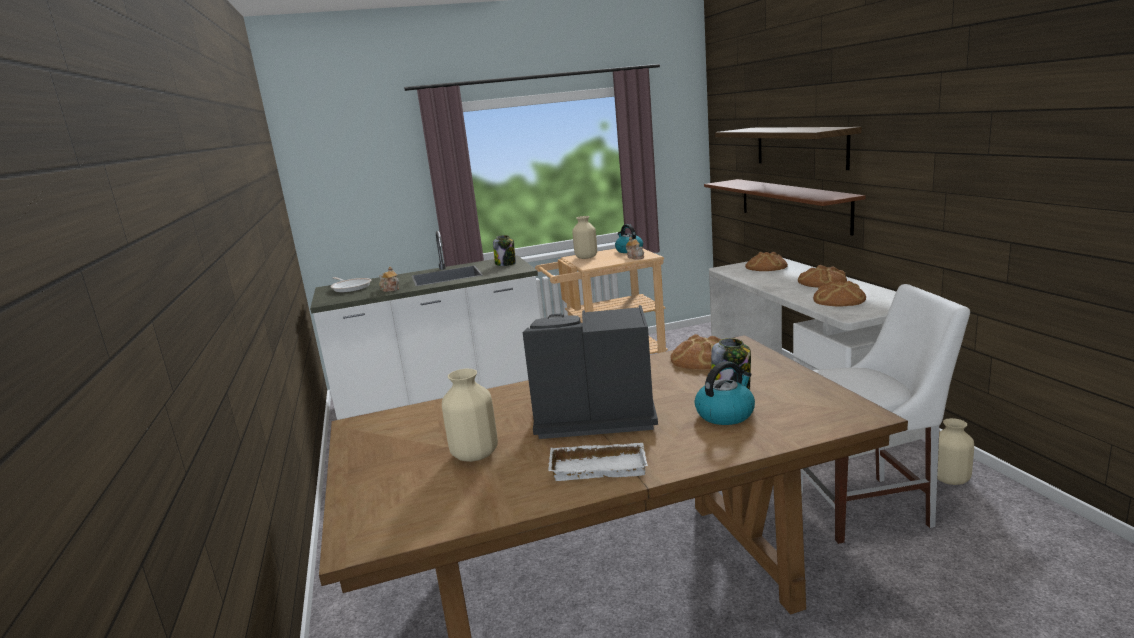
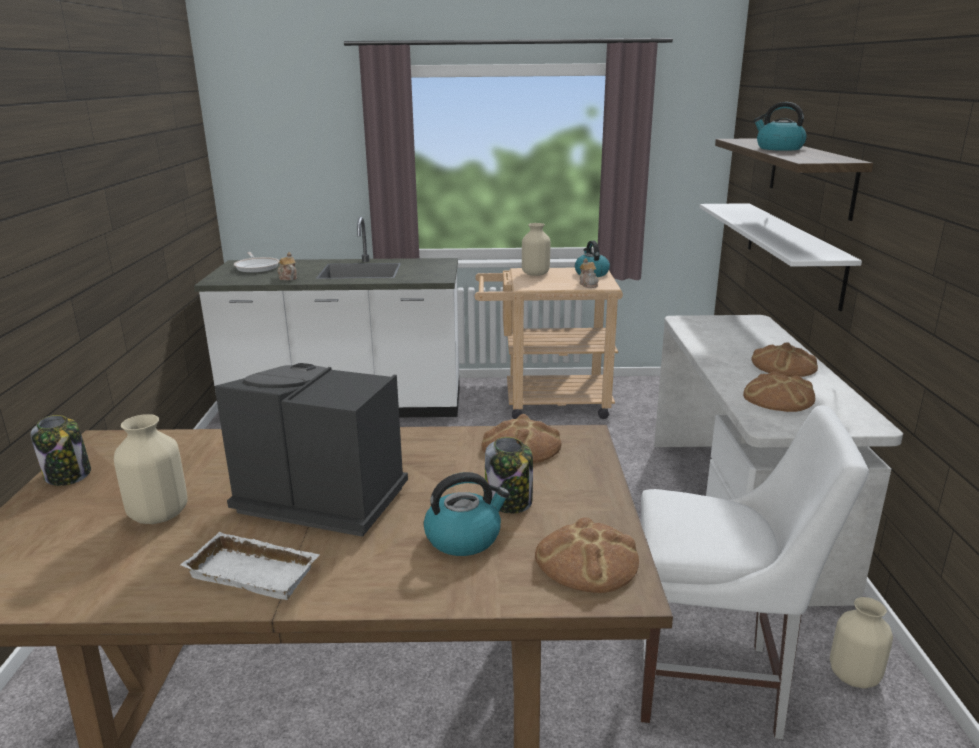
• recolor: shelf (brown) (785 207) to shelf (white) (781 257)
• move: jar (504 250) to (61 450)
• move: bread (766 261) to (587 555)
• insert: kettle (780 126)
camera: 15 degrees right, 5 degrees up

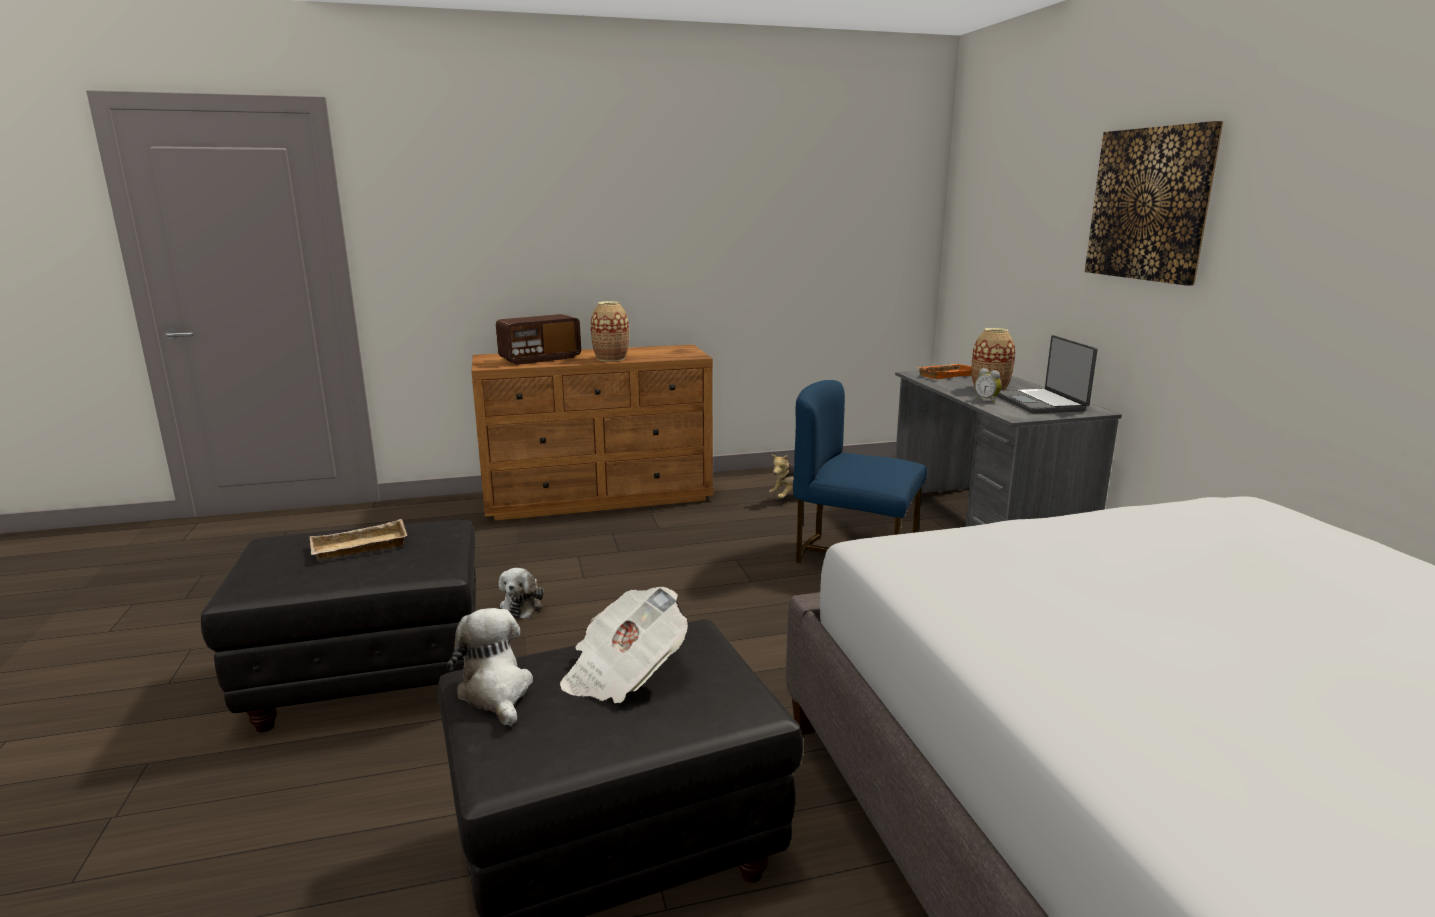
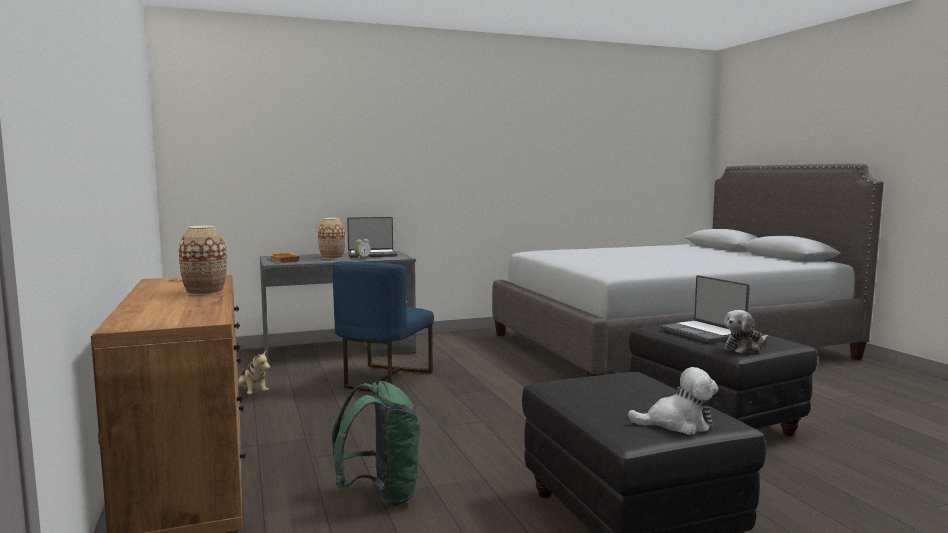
• delete: picture (1154 203)
• delete: radio (538 339)
• delete: tray (beige) (358 539)
• move: plush toy (521 593) to (673 401)
• replace: newspaper (624 645) to laptop (705 309)
• insert: backpack (green) (376 444)
camera: 95 degrees left, 10 degrees down

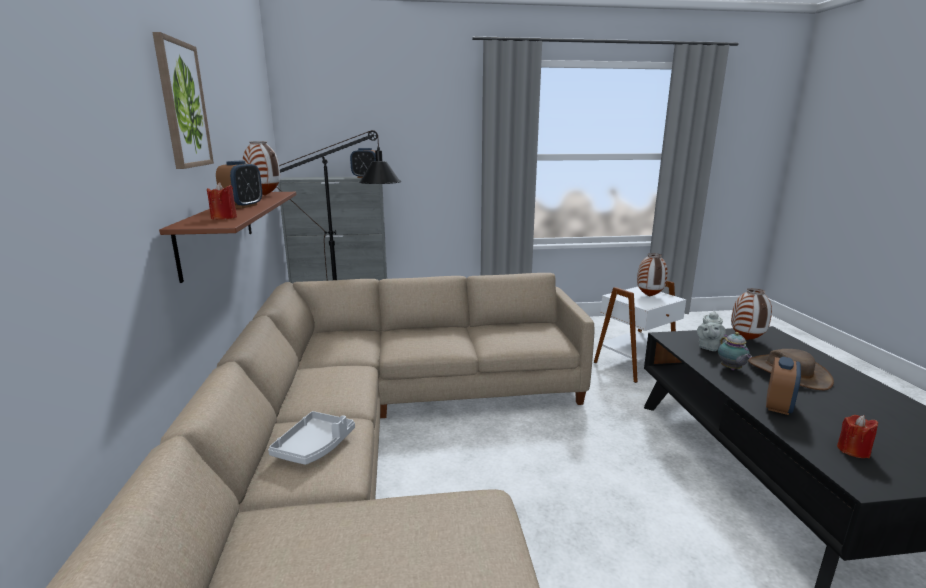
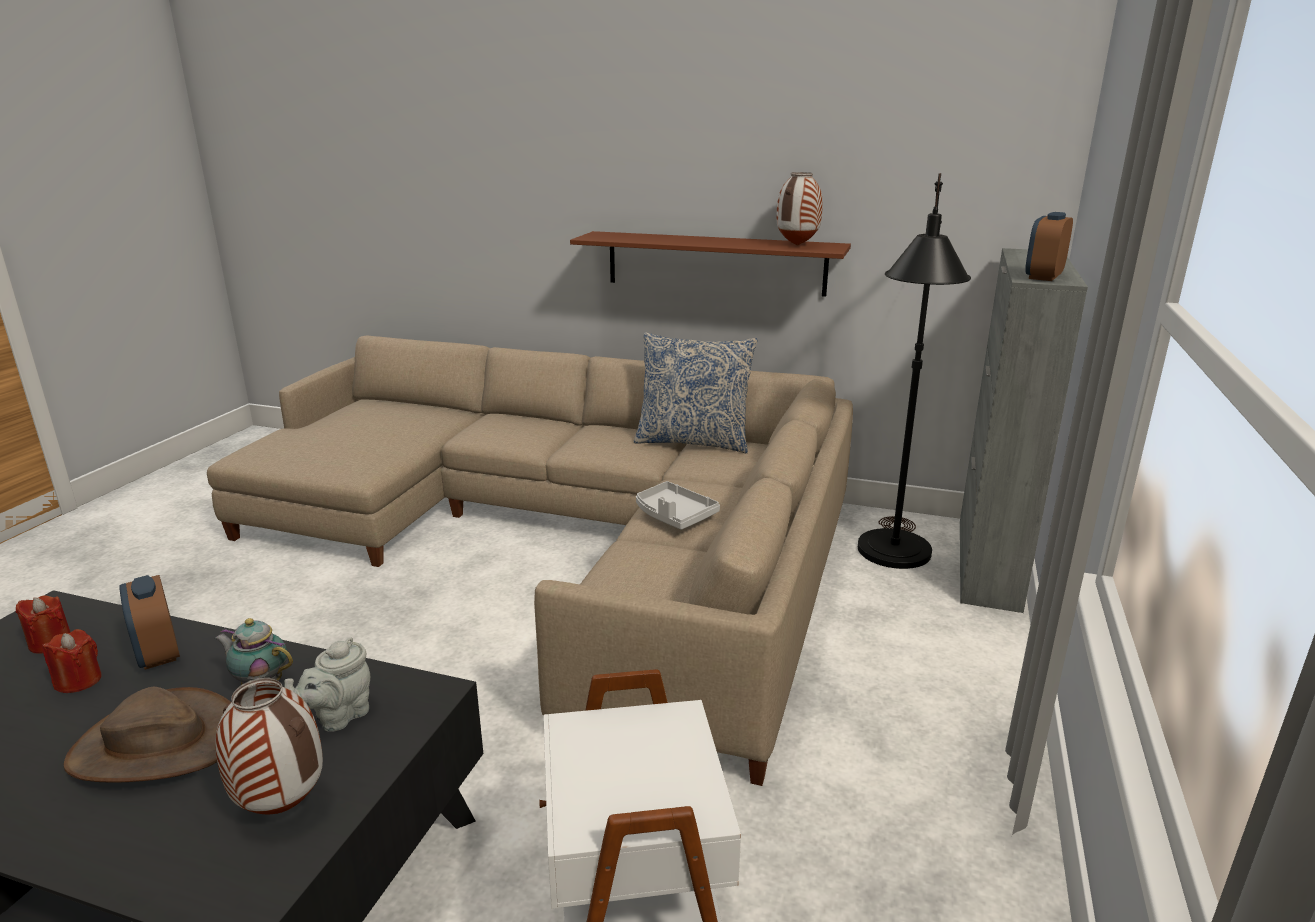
• delete: picture (183 100)
• delete: alarm clock (239 184)
• move: candle (red) (222 201) to (72 661)
• delete: vase (652 275)
• rotate: teapot (grey) (711 331) = (327 684) 105 degrees counterclockwise
• move: tray (grey) (311 438) to (678 505)
• insert: pillow (695 392)
camera: 115 degrees right, 5 degrees up

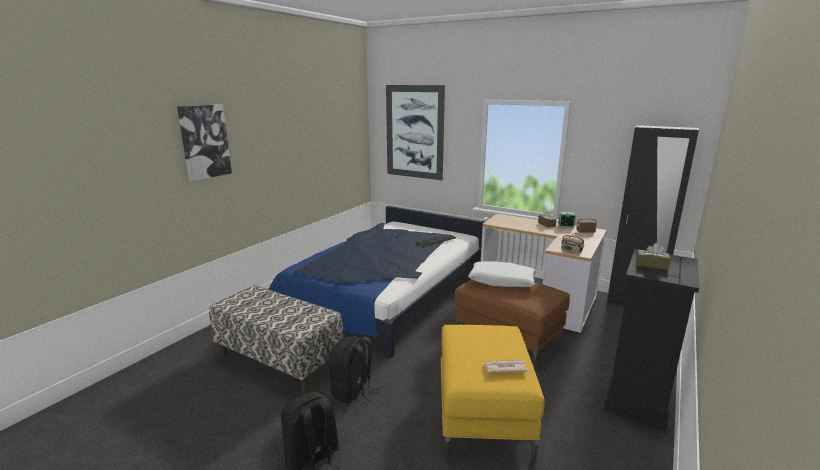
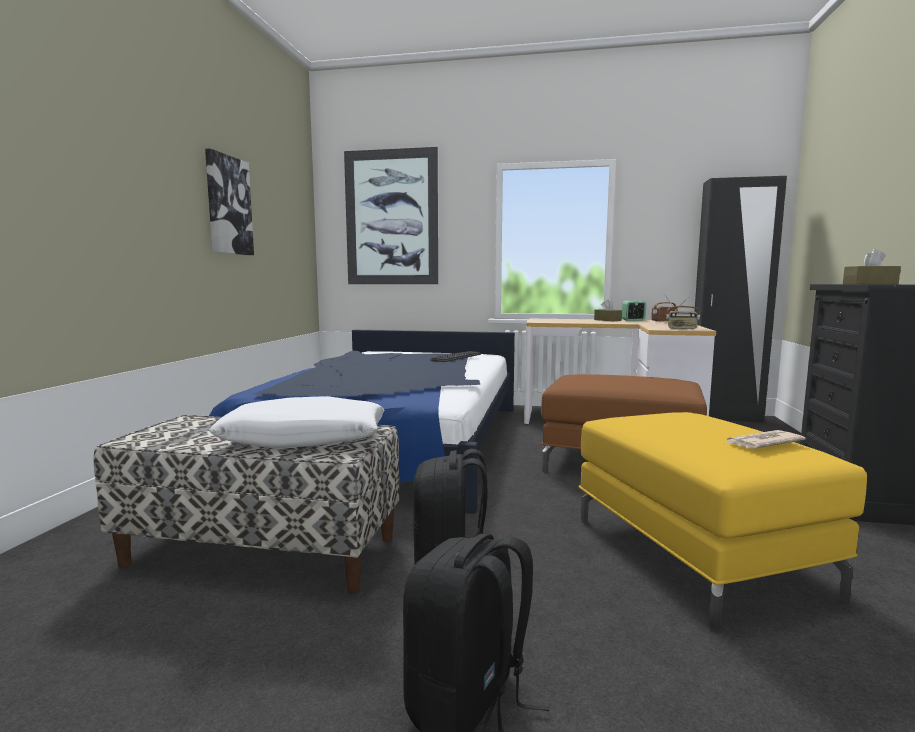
• move: picture (204 142) to (229 201)
• move: pillow (white) (502 274) to (296 422)
camera: 20 degrees left, 10 degrees down

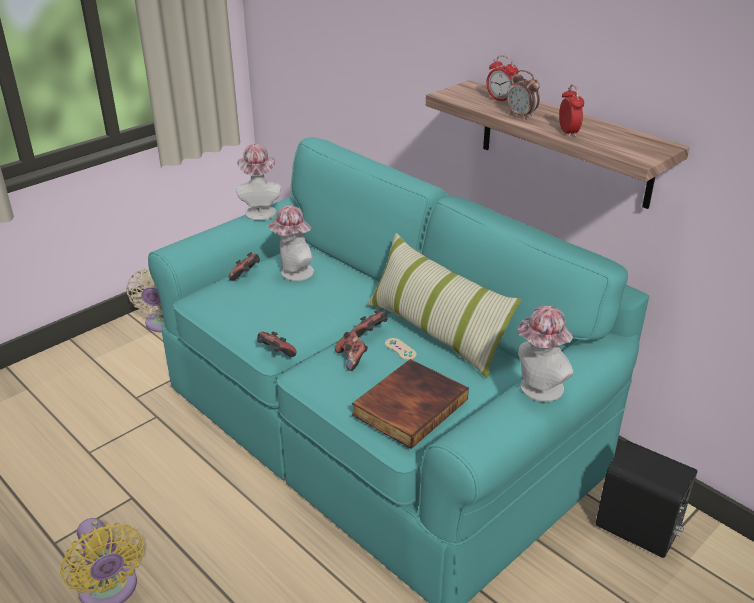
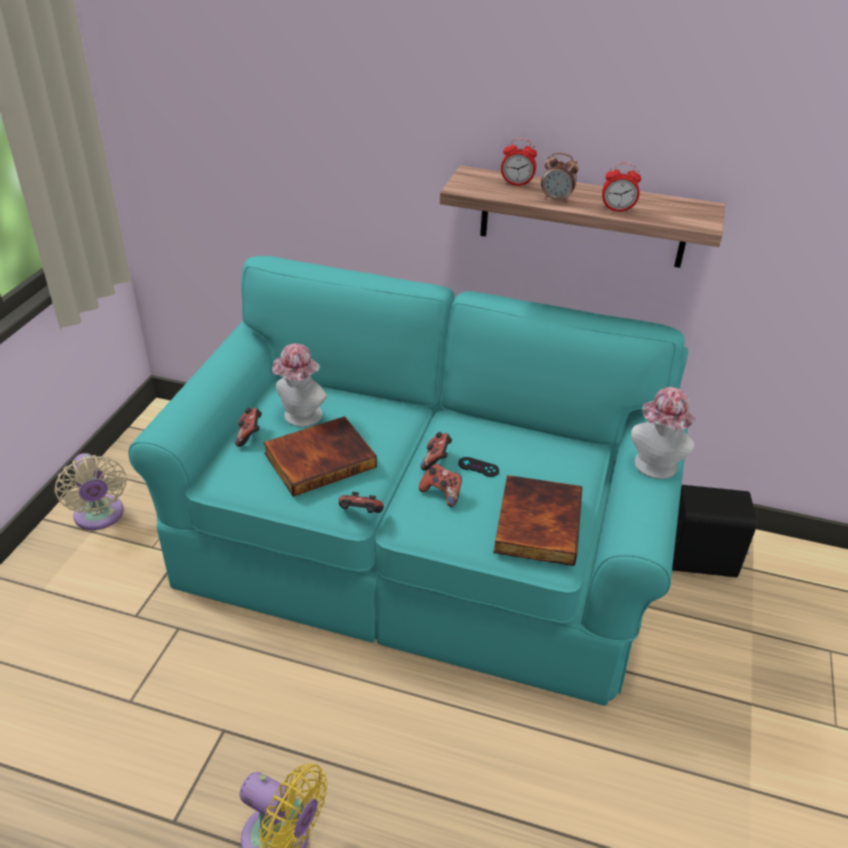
• rotate: alarm clock (571 111) = (621 188) 135 degrees clockwise
• delete: hat (258 182)
• delete: pillow (444 305)
• recolor: game controller (beige) (401 349) to game controller (black) (478 467)
• insert: book (320 456)
camera: 30 degrees left, 5 degrees up

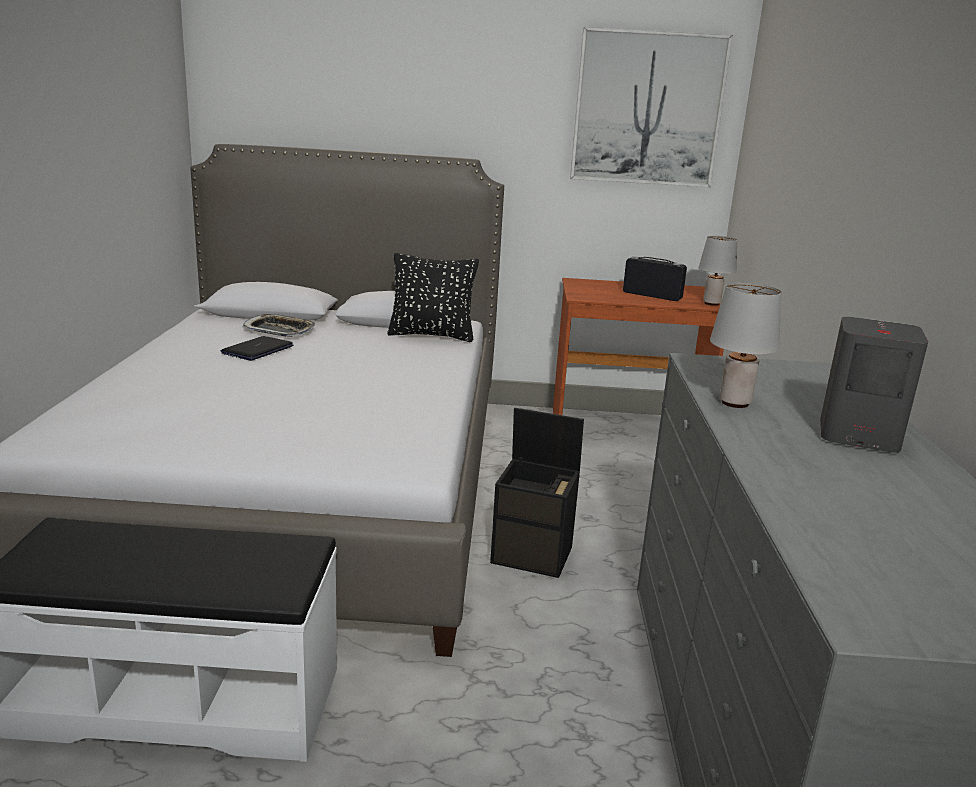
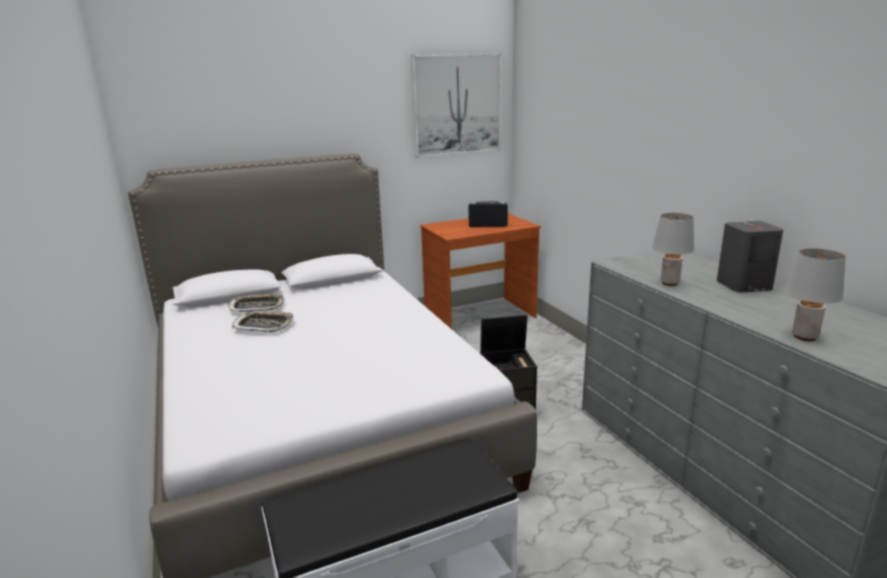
• move: table lamp (grey) (718 271) to (815 294)
• delete: pillow (black) (433 297)
• replace: laptop (257 348) to tray (263 321)
camera: 25 degrees left, 0 degrees up

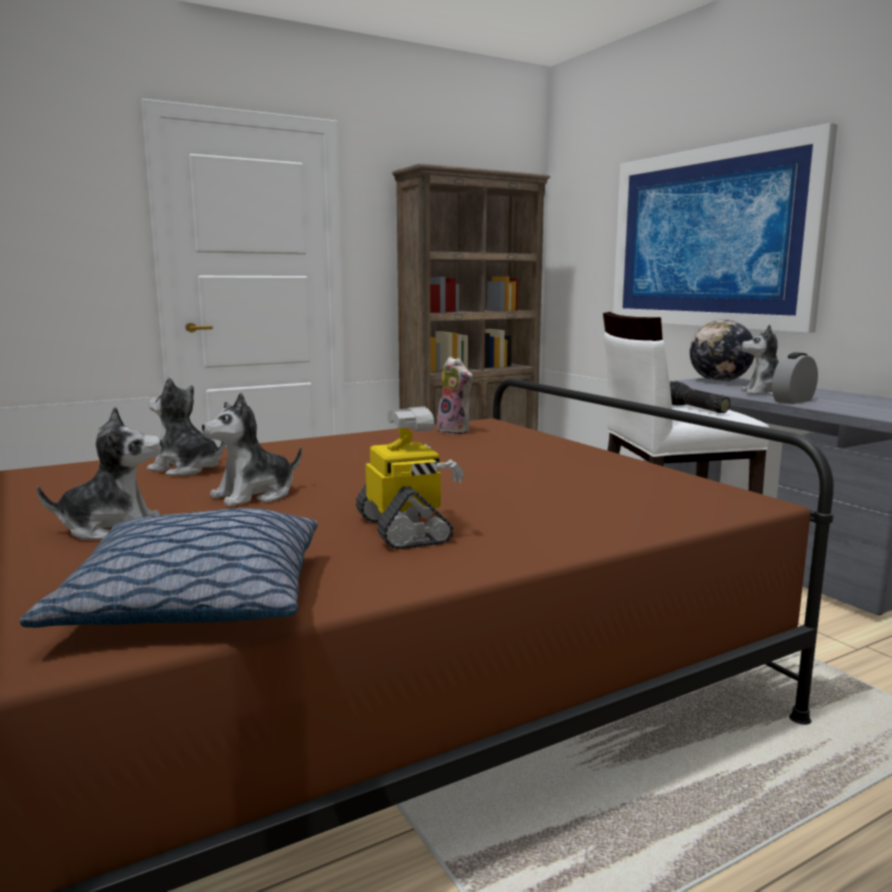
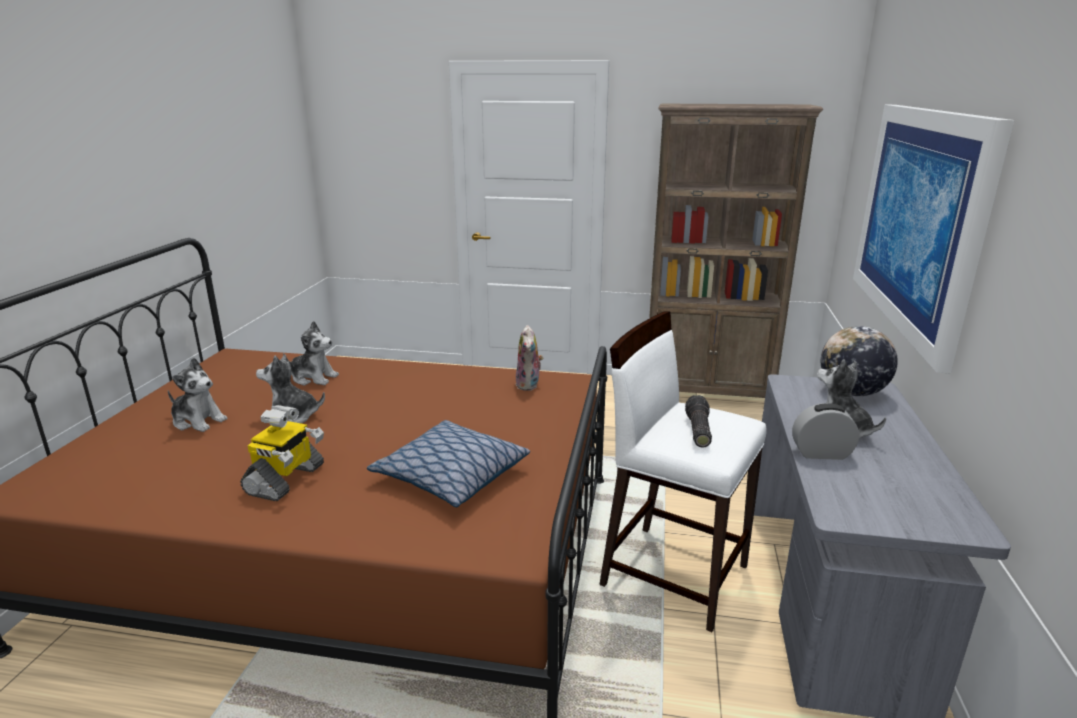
• rotate: plush toy (186 426) = (311 353) 135 degrees clockwise
• move: pillow (169 568) to (448 463)
camera: 40 degrees right, 10 degrees up

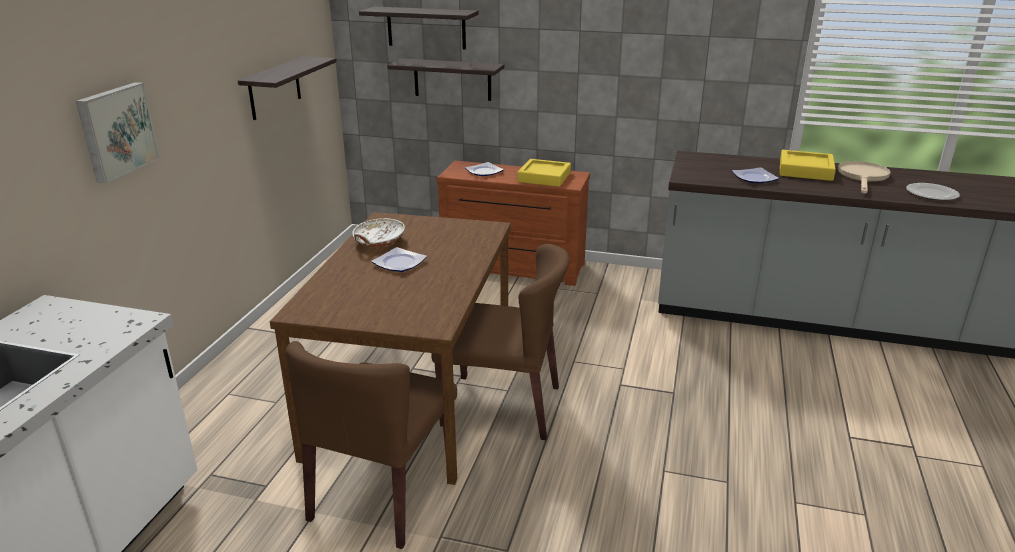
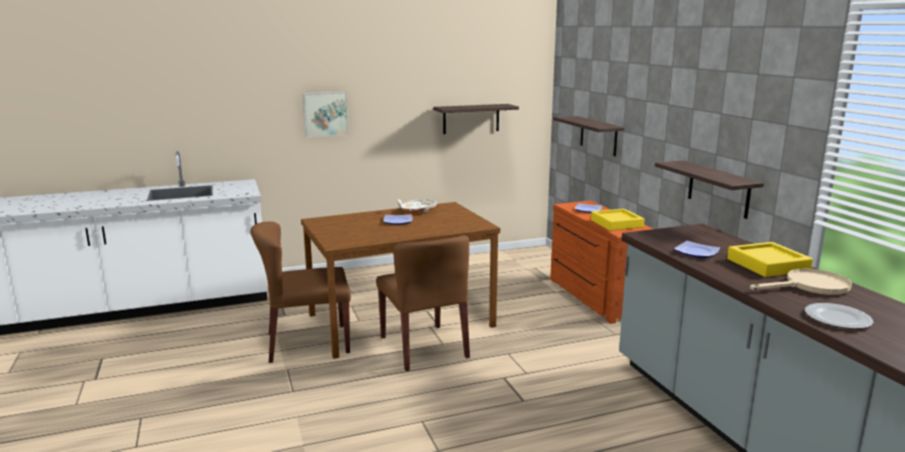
• move: shelf (419 27) to (709 189)
camera: 55 degrees right, 10 degrees down

